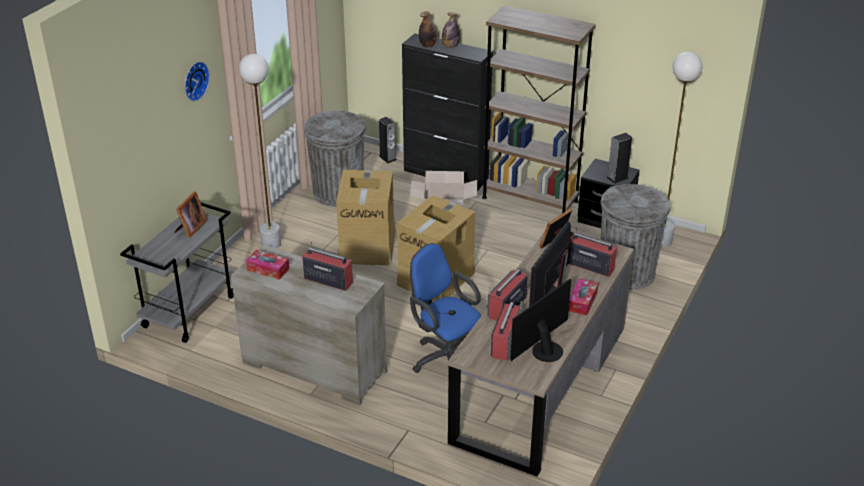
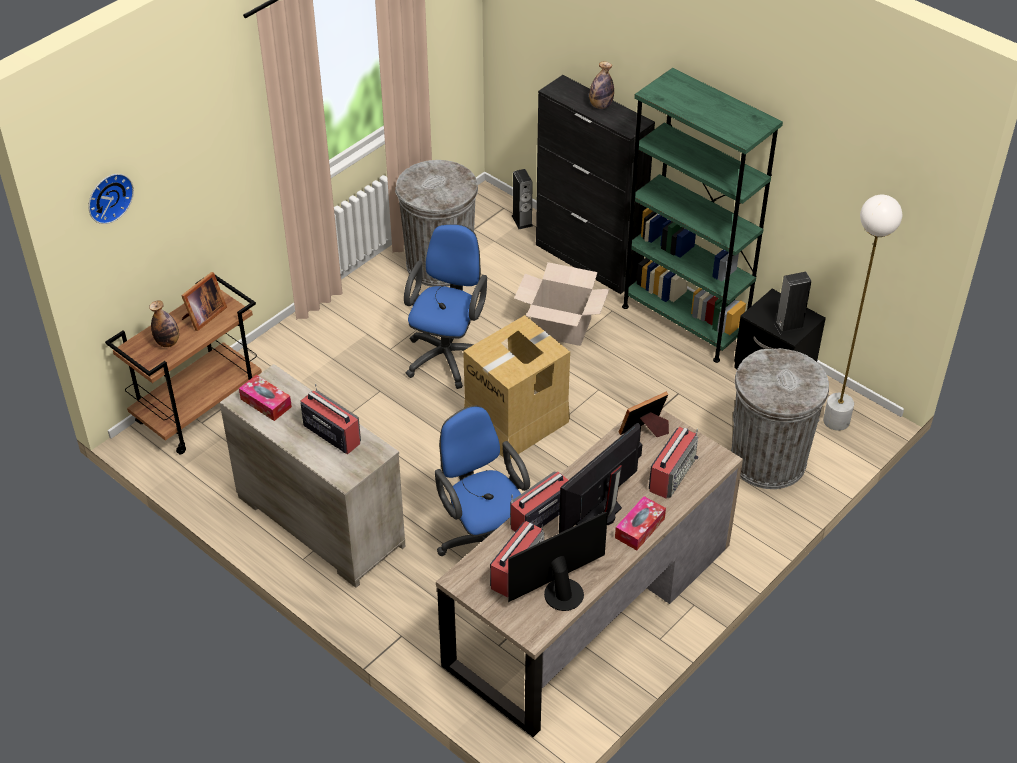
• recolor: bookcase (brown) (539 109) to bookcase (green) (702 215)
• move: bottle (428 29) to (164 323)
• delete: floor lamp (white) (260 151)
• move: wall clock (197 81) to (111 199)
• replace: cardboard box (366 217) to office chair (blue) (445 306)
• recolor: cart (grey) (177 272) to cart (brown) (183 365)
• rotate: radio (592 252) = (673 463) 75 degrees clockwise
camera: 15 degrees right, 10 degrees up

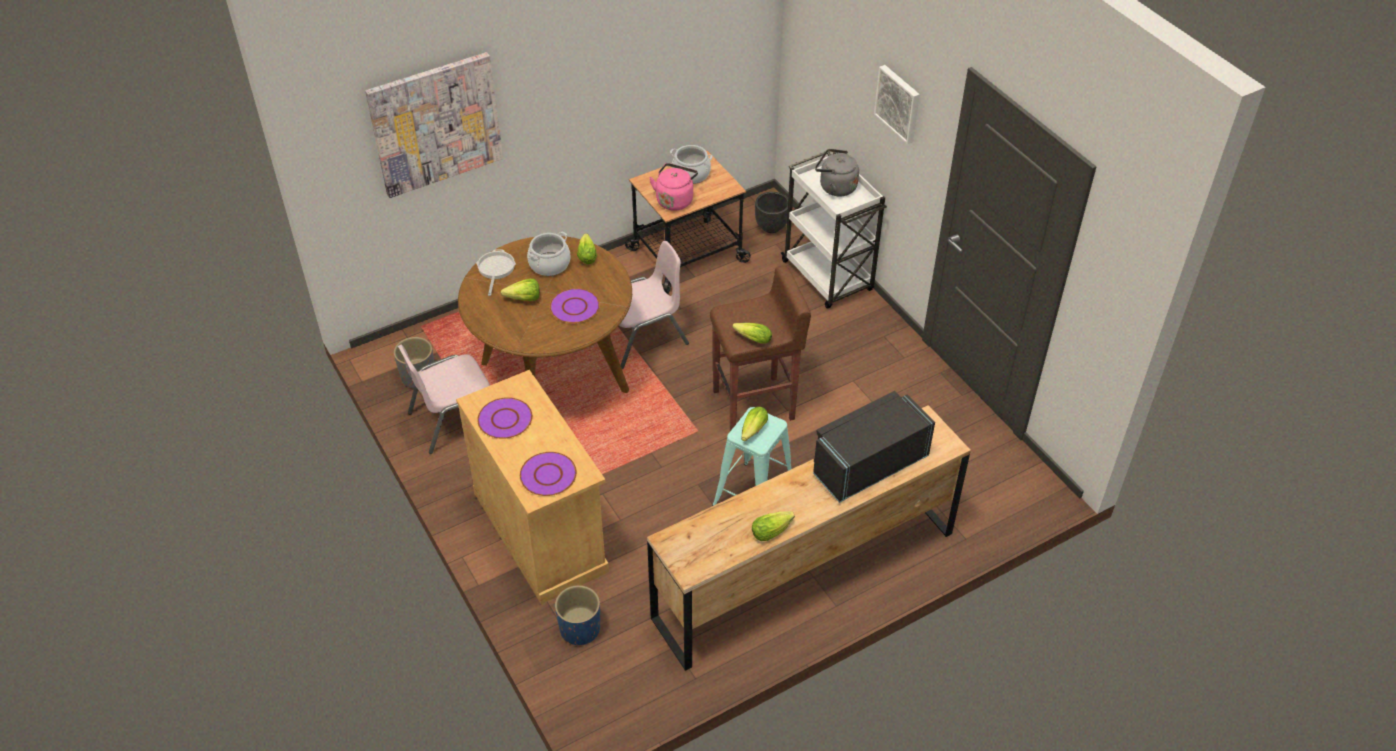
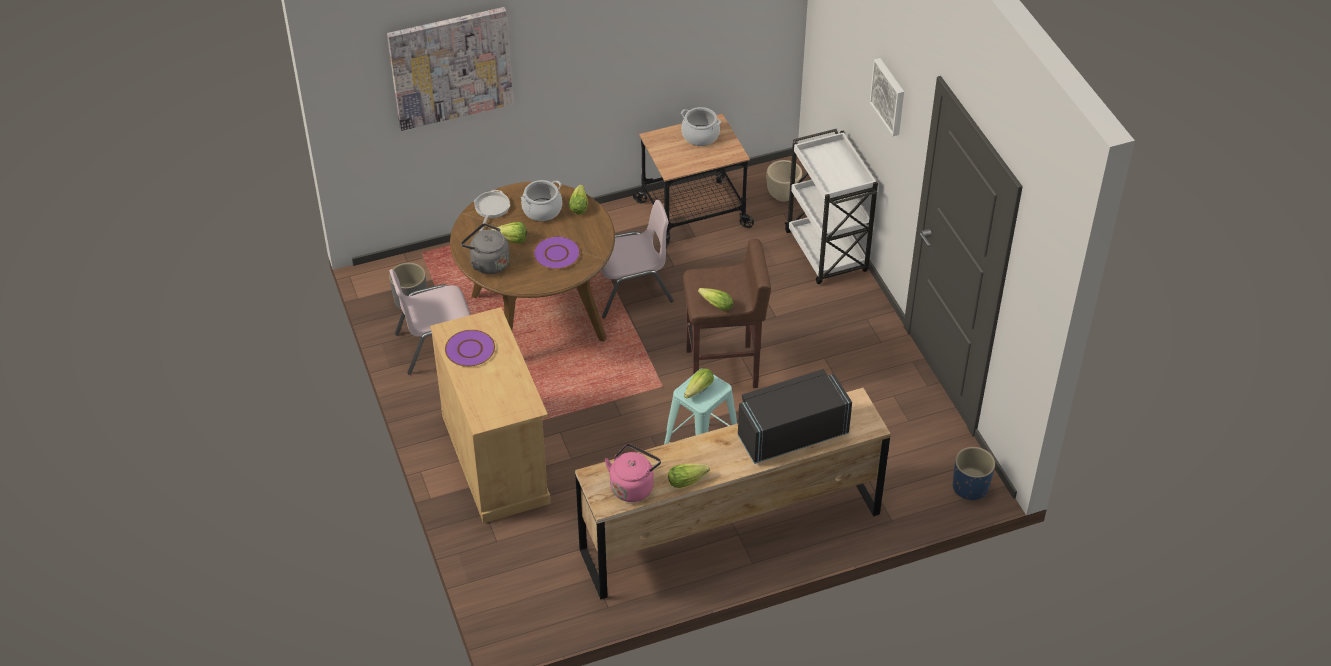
• move: kettle (grey) (837 172) to (485 248)
• move: kettle (pink) (673 187) to (633 473)
• recolor: planter (black) (771 212) to planter (beige) (784 181)
• delete: plate (purple) (548 474)
• move: planter (blue) (577 615) to (974 473)
camera: 10 degrees right, 0 degrees up

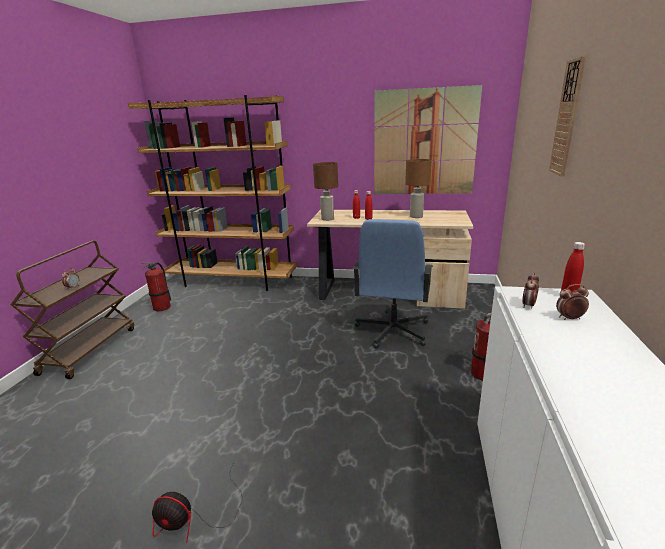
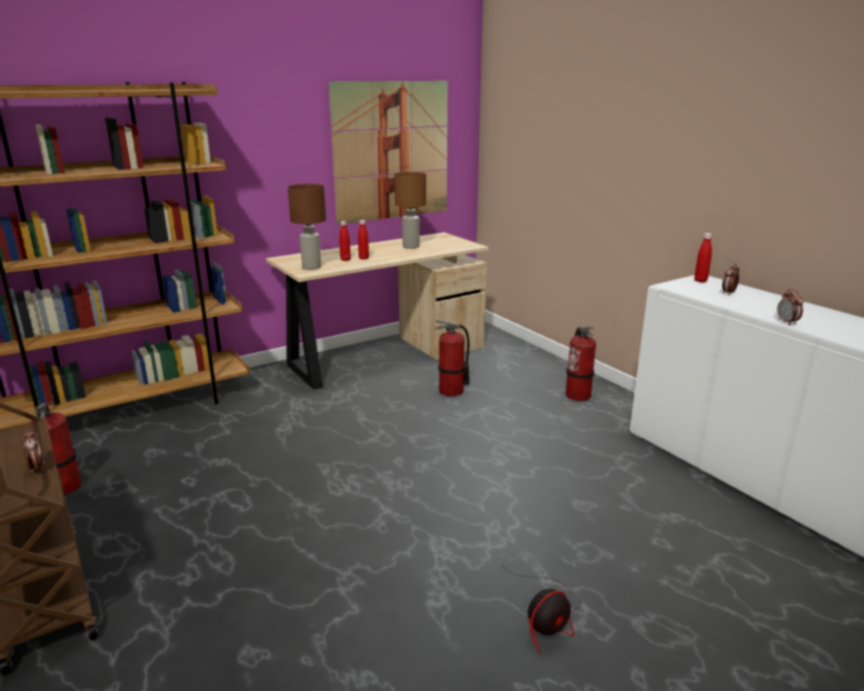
• delete: wall clock (567 116)
• replace: office chair (blue) (393 284) to fire extinguisher (452 358)
• move: alarm clock (530 290) to (790 307)
camera: 45 degrees left, 0 degrees up

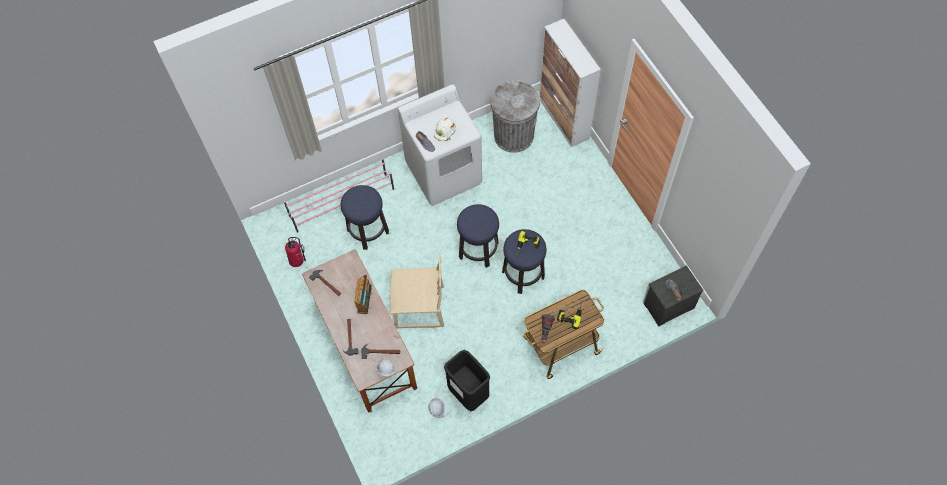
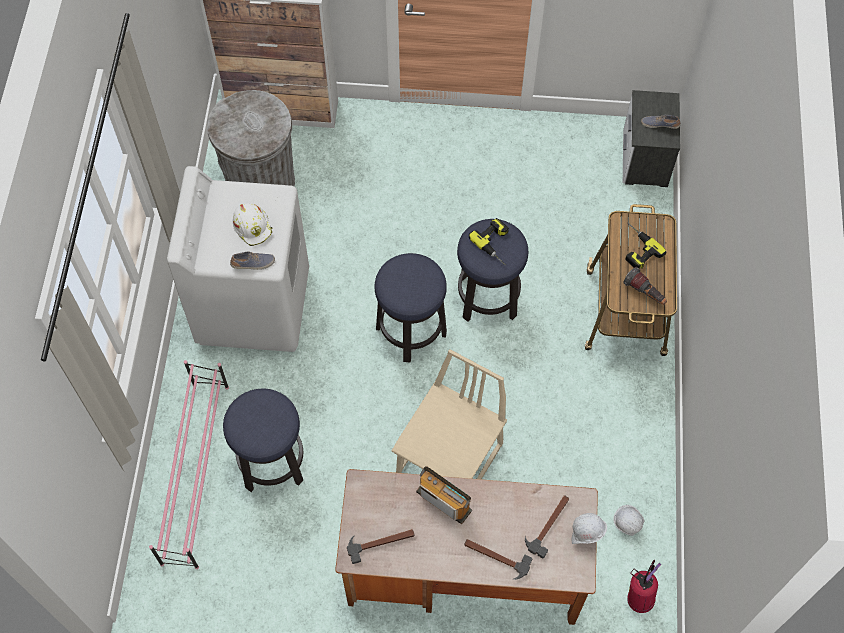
• move: fire extinguisher (295 252) to (644 586)
• delete: trash can (black) (467 380)
camera: 60 degrees left, 0 degrees up

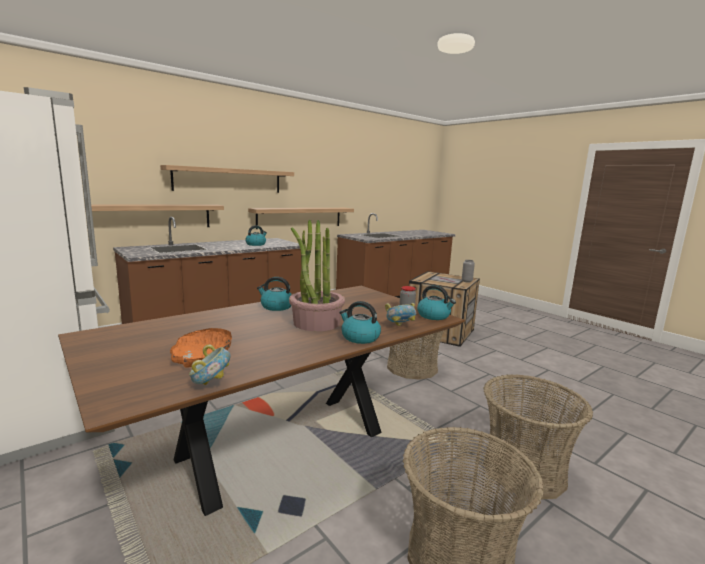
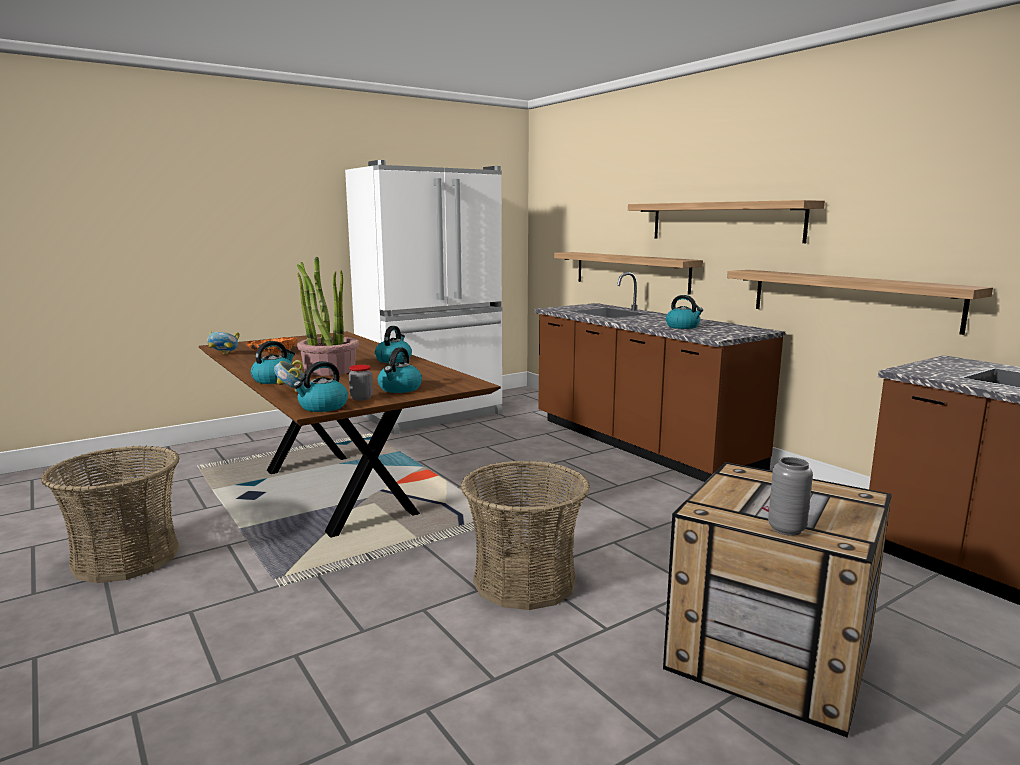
• delete: basket (538 436)
• insert: kettle (400 370)
camera: 95 degrees right, 0 degrees up

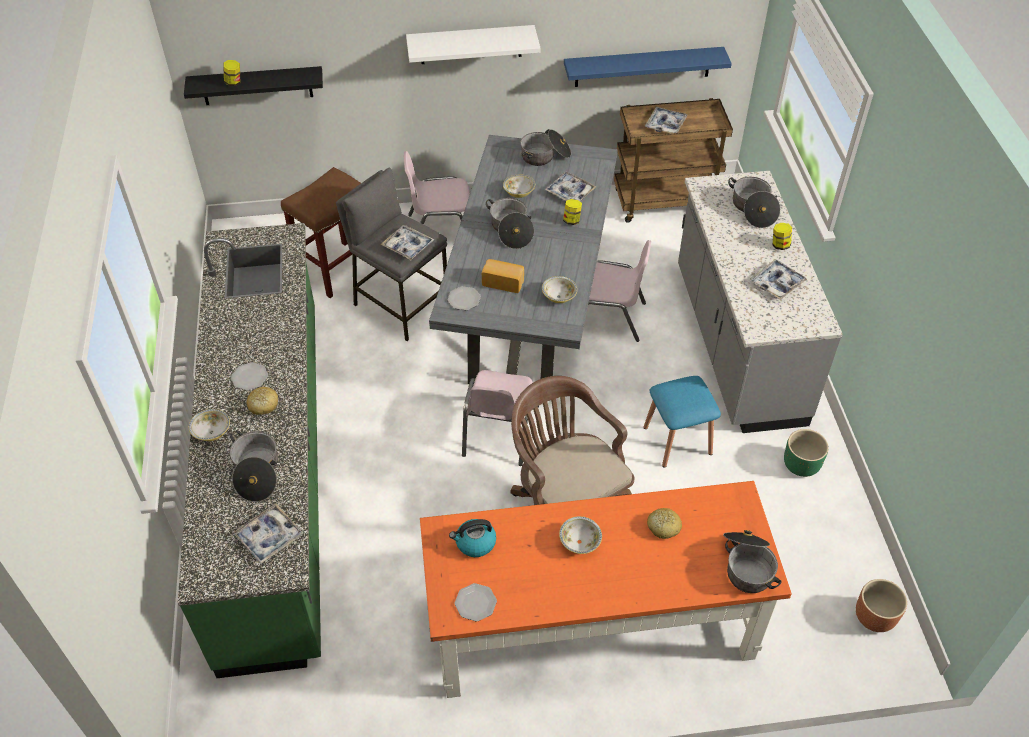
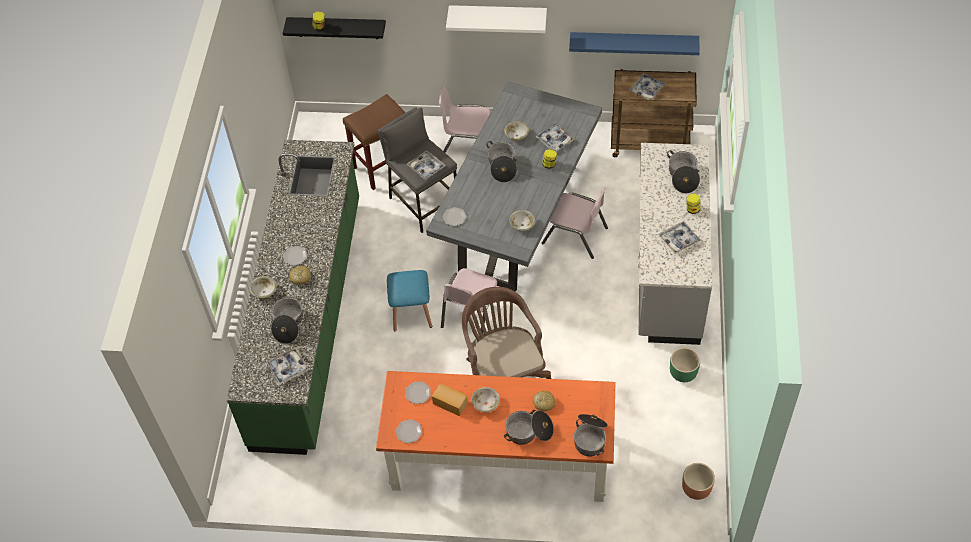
• move: cooking pot (546 147) to (529 427)
• move: bread (503 276) to (450 400)
• move: stool (blue) (682 422) to (409 301)
• replace: kettle (472 538) to plate (418 393)
camera: 15 degrees right, 5 degrees up

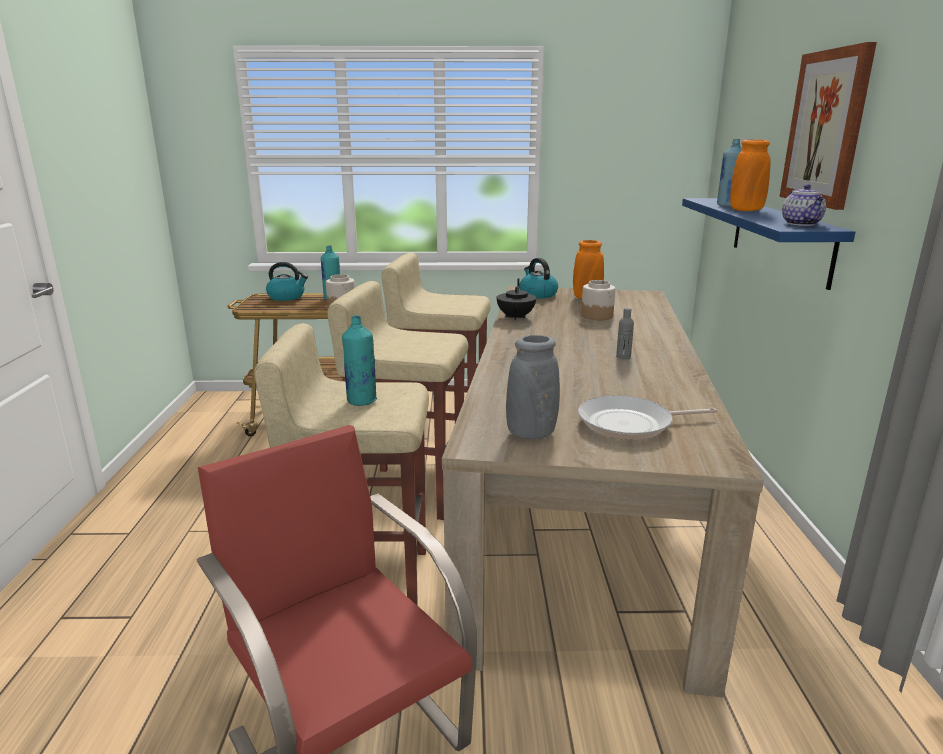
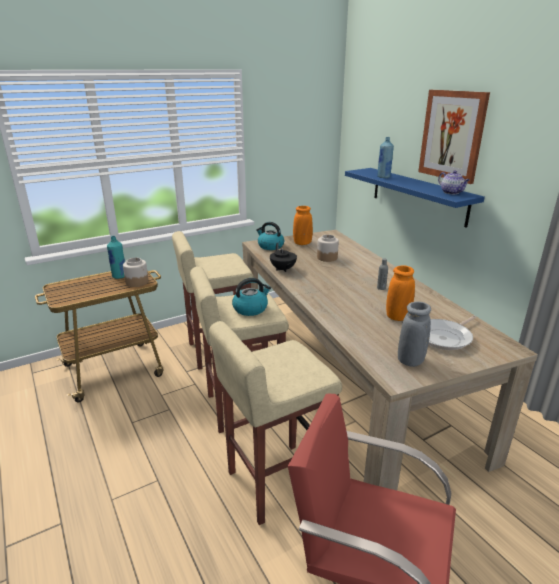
• move: vase (orange) (750 175) to (400 293)
• move: kettle (287 281) to (251 297)
• delete: bottle (turquoise) (359 360)
camera: 30 degrees left, 5 degrees up

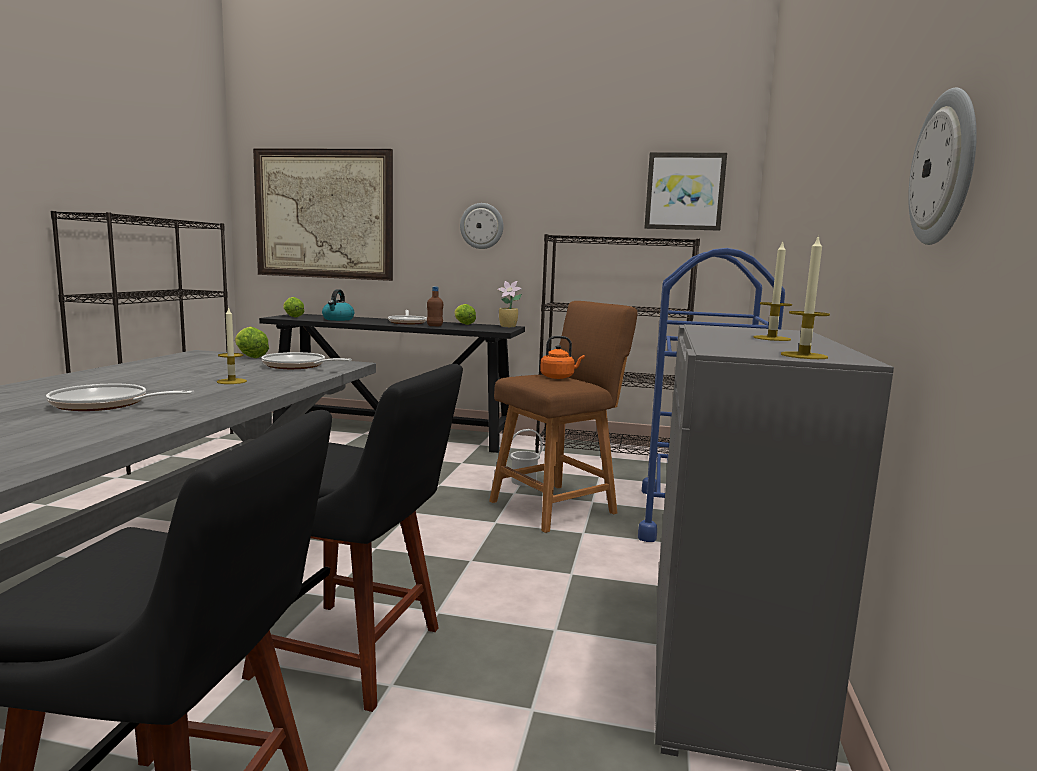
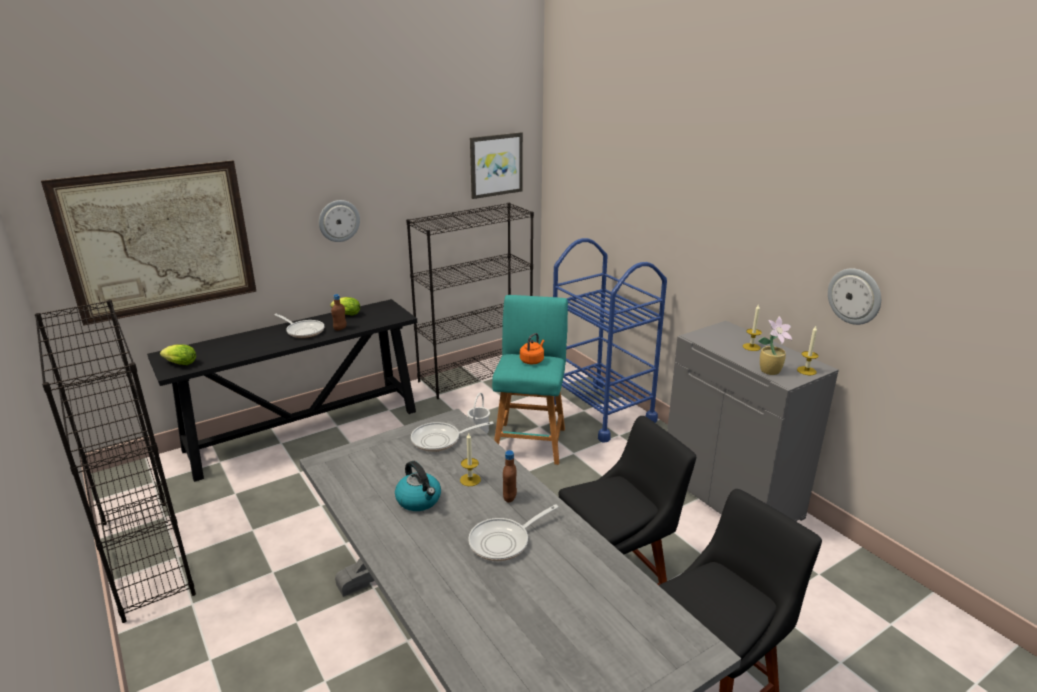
• move: potted plant (509 304) to (775 345)
• move: kettle (338 305) to (418 486)
• recolor: stool (brown) (563 417) to stool (turquoise) (530 380)
• delete: lettuce (252 342)
• insert: bottle (brown) (510 476)
camera: 45 degrees left, 15 degrees up

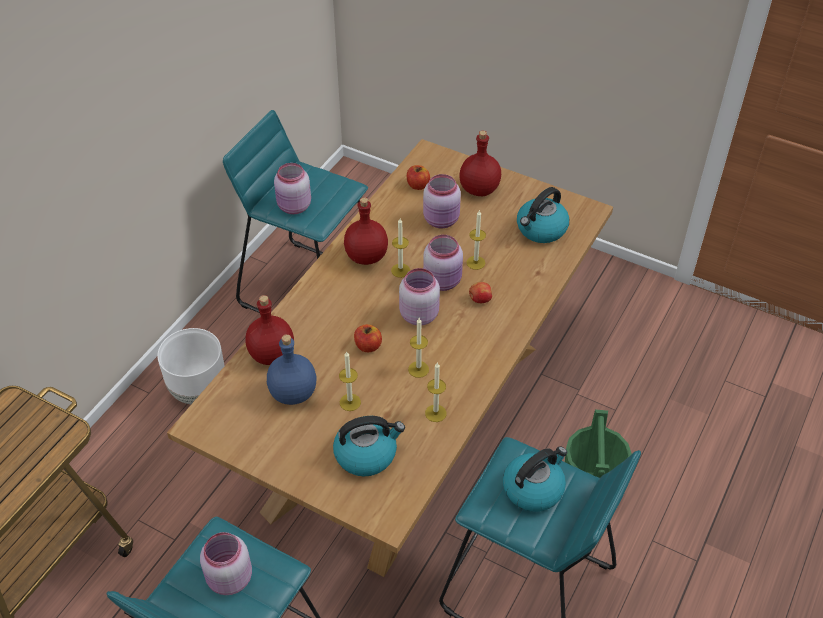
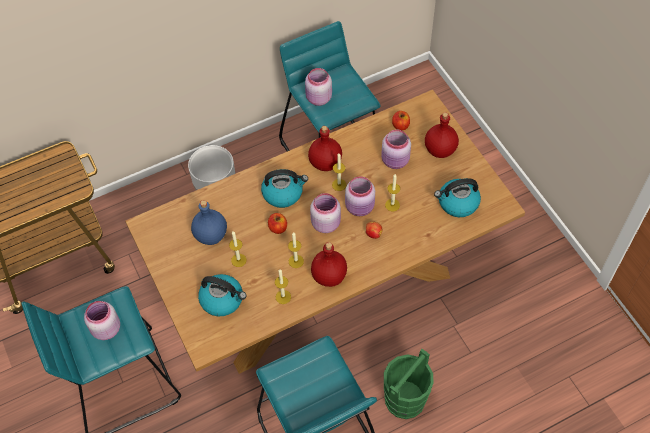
• move: bottle (red) (269 330) to (329 264)
• move: kettle (535 479) to (284 188)
camera: 35 degrees right, 10 degrees up

